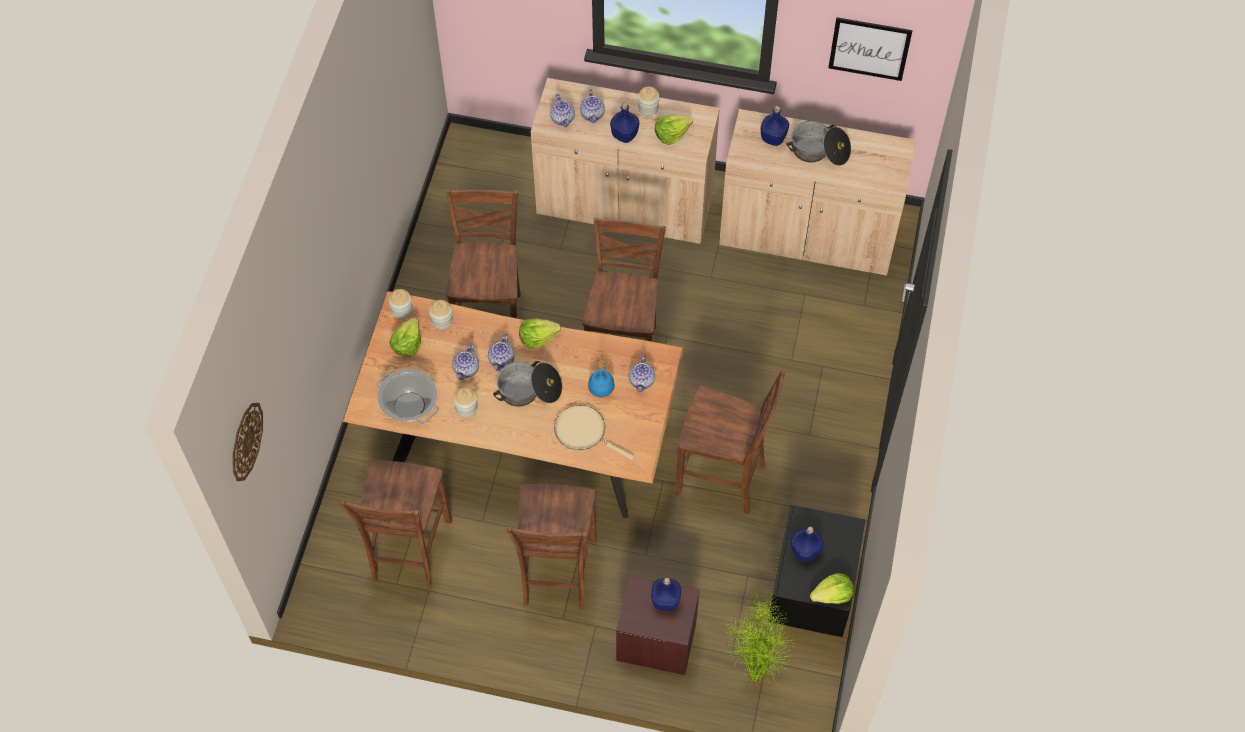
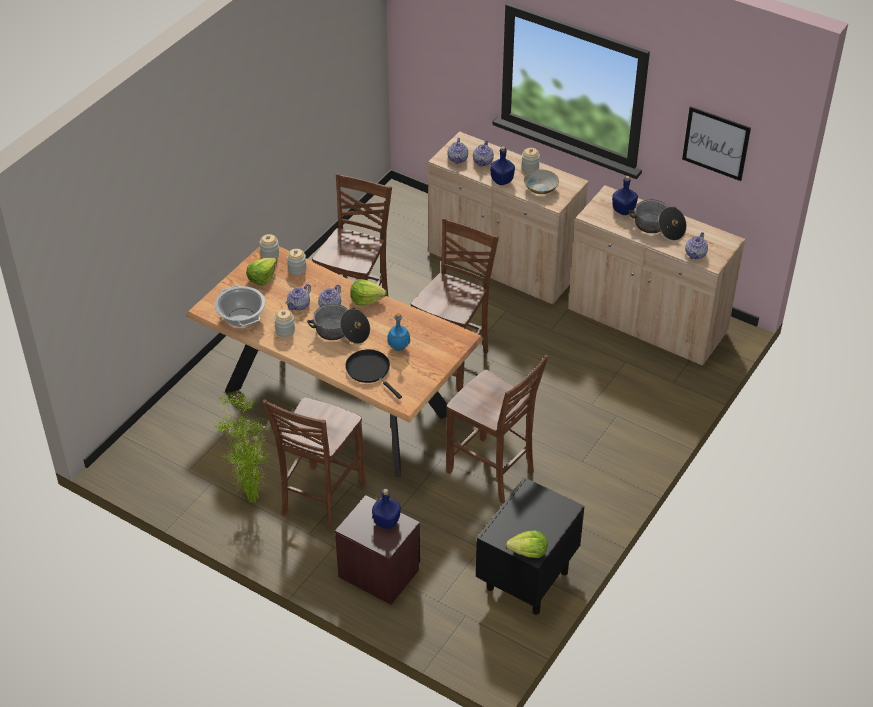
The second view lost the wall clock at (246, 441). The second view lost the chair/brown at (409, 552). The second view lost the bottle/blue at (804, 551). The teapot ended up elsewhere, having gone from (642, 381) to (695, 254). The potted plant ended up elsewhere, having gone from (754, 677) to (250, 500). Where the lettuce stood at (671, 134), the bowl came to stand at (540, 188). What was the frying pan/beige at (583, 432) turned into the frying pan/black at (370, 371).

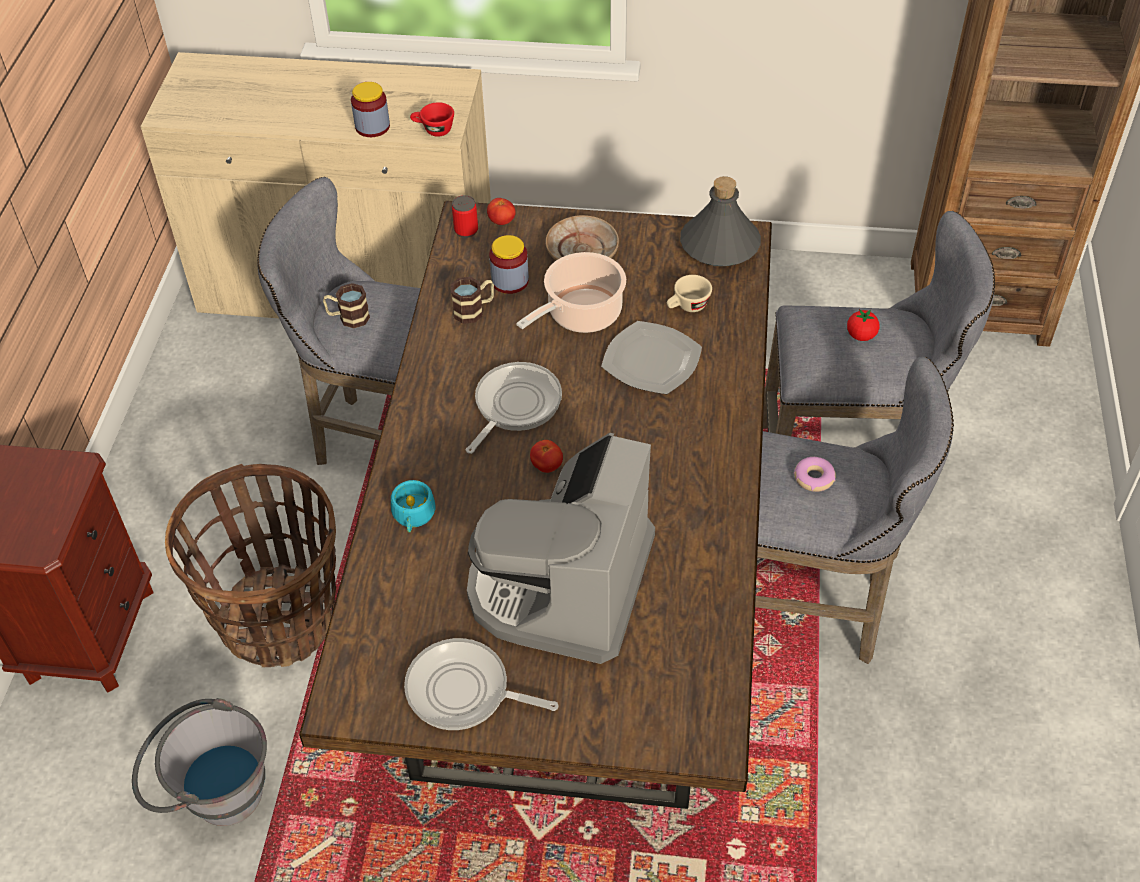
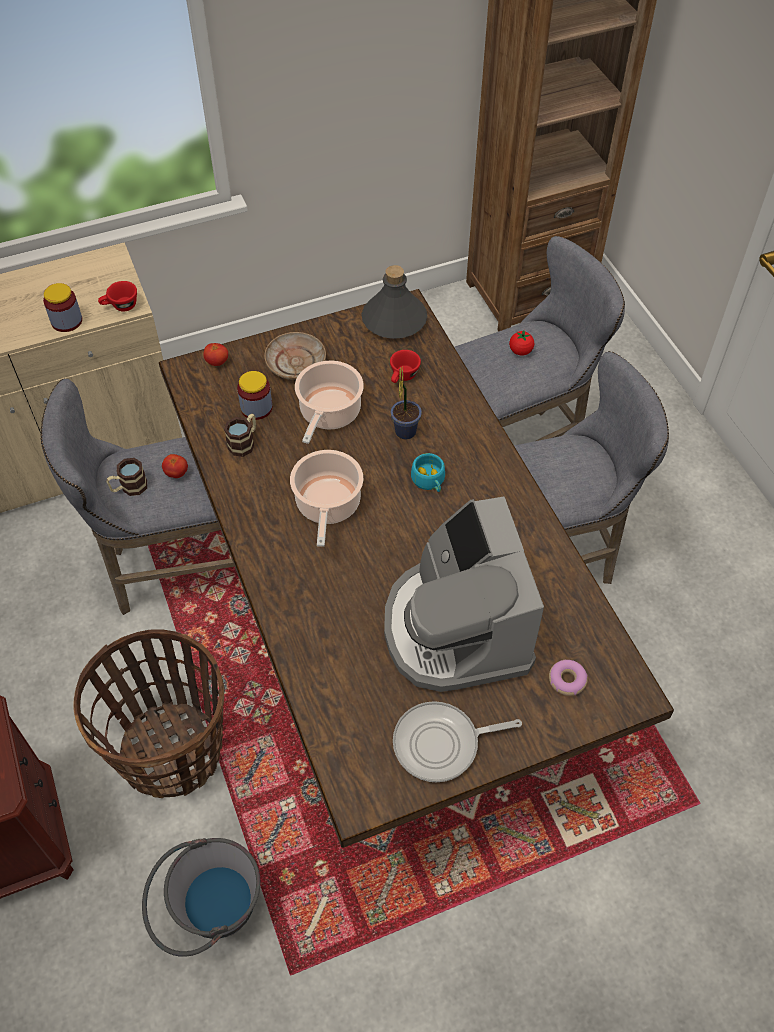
The second view lost the can at (466, 230). The cup/turquoise ended up elsewhere, having gone from (413, 517) to (429, 481). The tomato ended up elsewhere, having gone from (547, 466) to (176, 473). The donut ended up elsewhere, having gone from (813, 478) to (567, 680). Where the frying pan stood at (514, 405), the cooking pot came to stand at (328, 506). Where the plate stood at (652, 361), the potted plant came to stand at (405, 429). What was the cup/beige at (687, 307) turned into the cup/red at (403, 377).

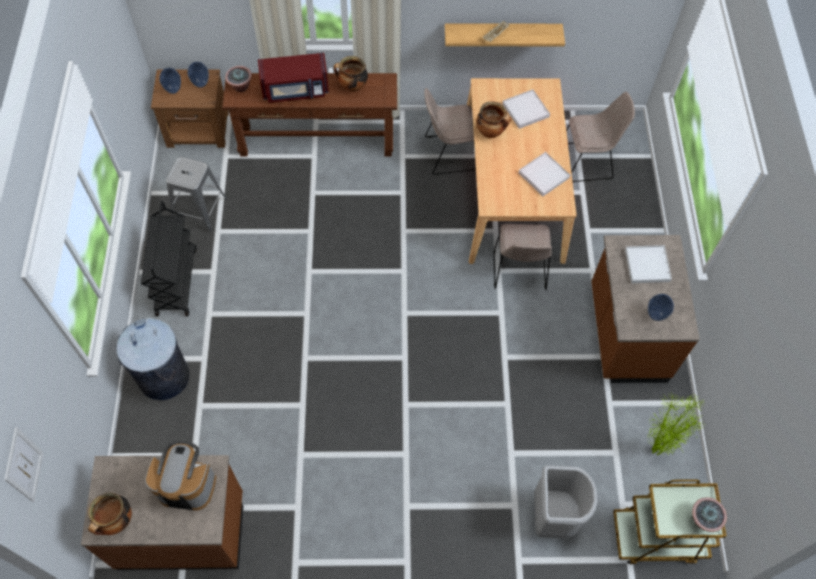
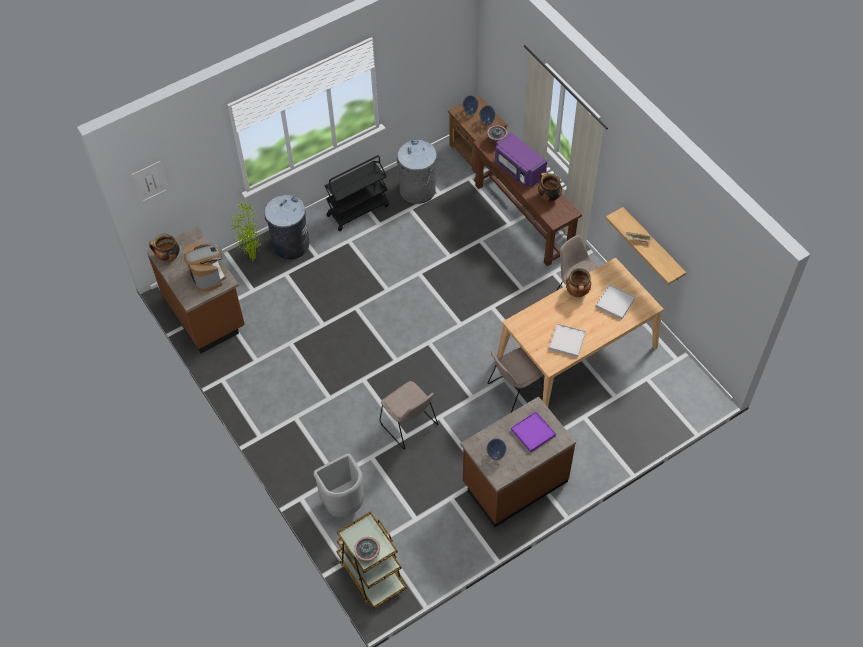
The chair/beige ended up elsewhere, having gone from (587, 161) to (410, 425). The potted plant ended up elsewhere, having gone from (656, 449) to (253, 258). Where the stool/grey stood at (199, 210), the trash can/grey came to stand at (417, 190). What was the microwave/red at (295, 90) turned into the microwave/purple at (518, 170). What was the tray/white at (647, 265) turned into the tray/purple at (533, 433).

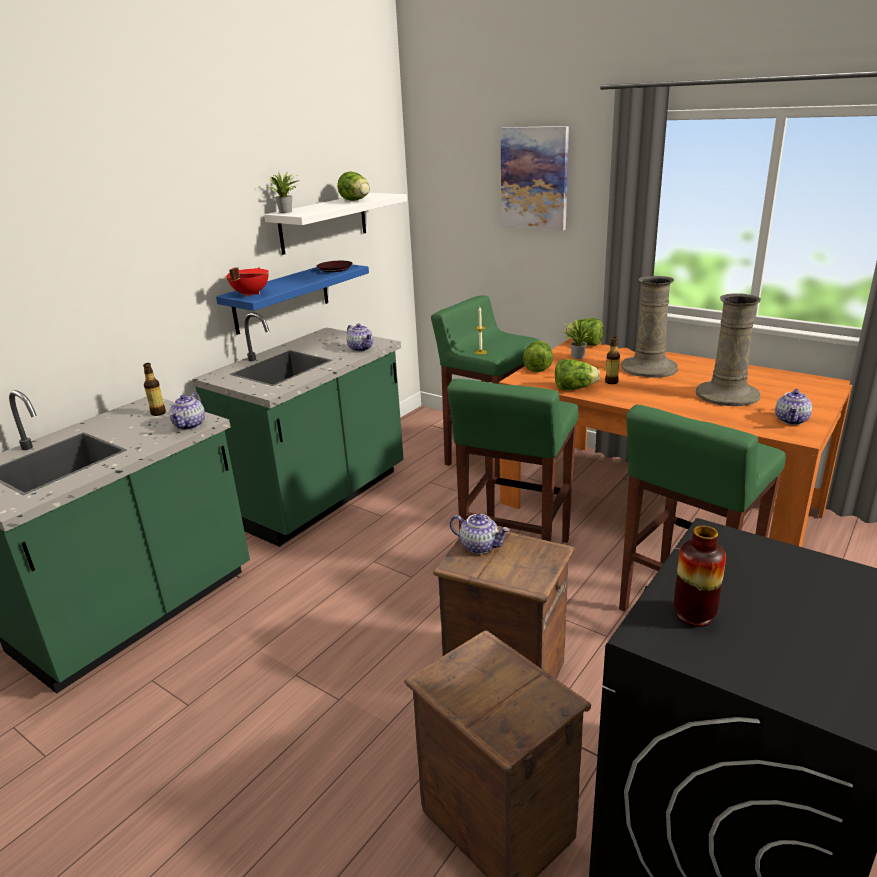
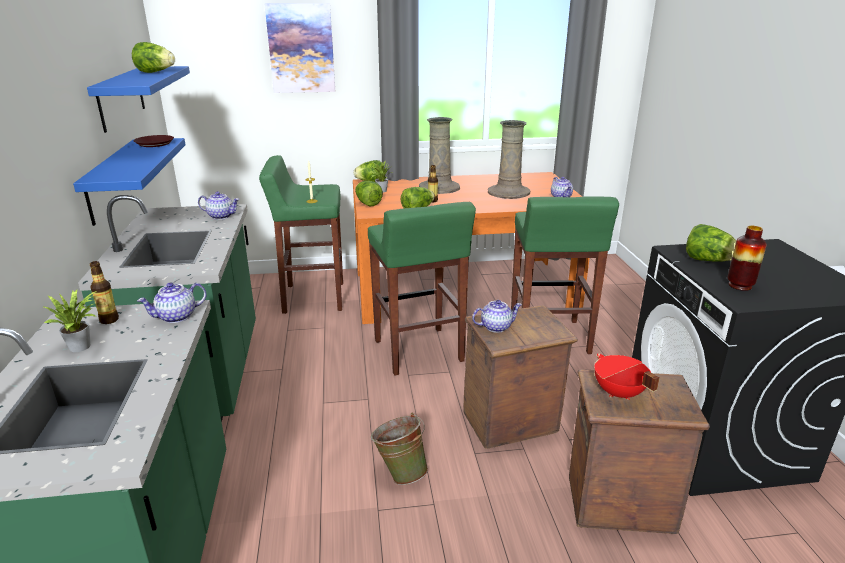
The second view gained the bucket/green at (400, 472). The second view gained the lettuce at (708, 261). The cooking pot/red ended up elsewhere, having gone from (249, 294) to (618, 393). The potted plant ended up elsewhere, having gone from (287, 212) to (83, 346). What was the shelf/white at (323, 223) turned into the shelf/blue at (121, 97). The teapot at (190, 425) ended up facing another way, 90 degrees clockwise from before.

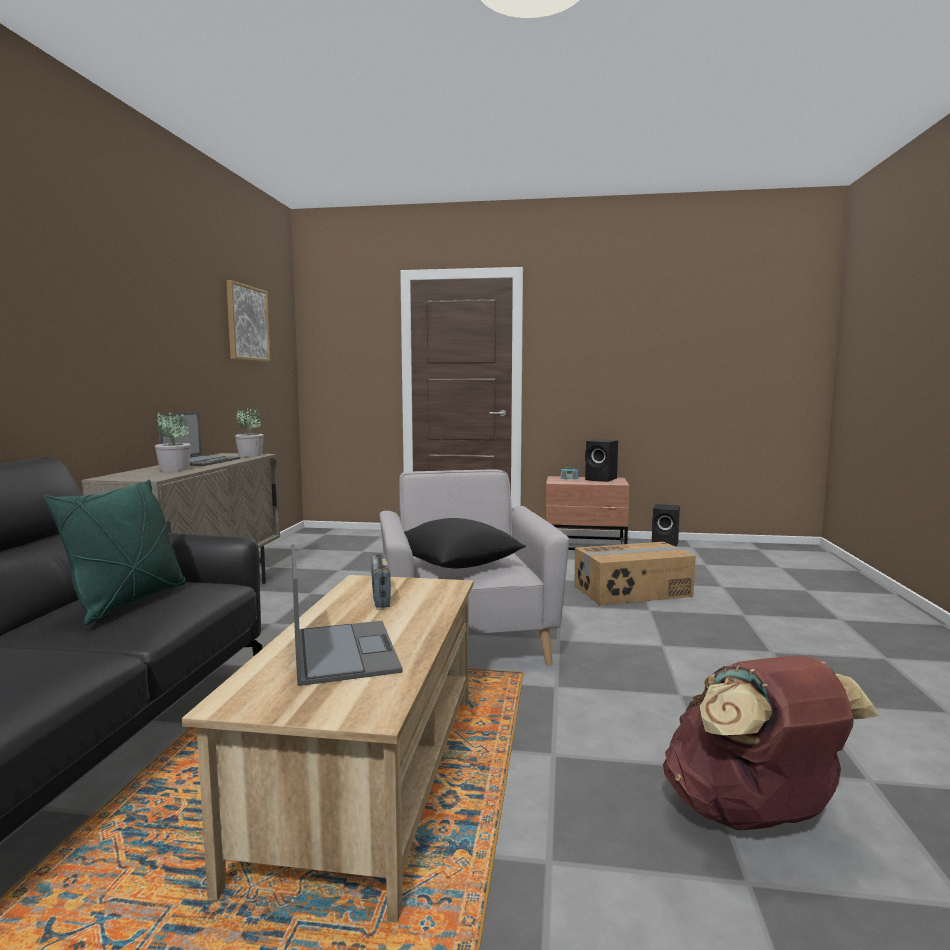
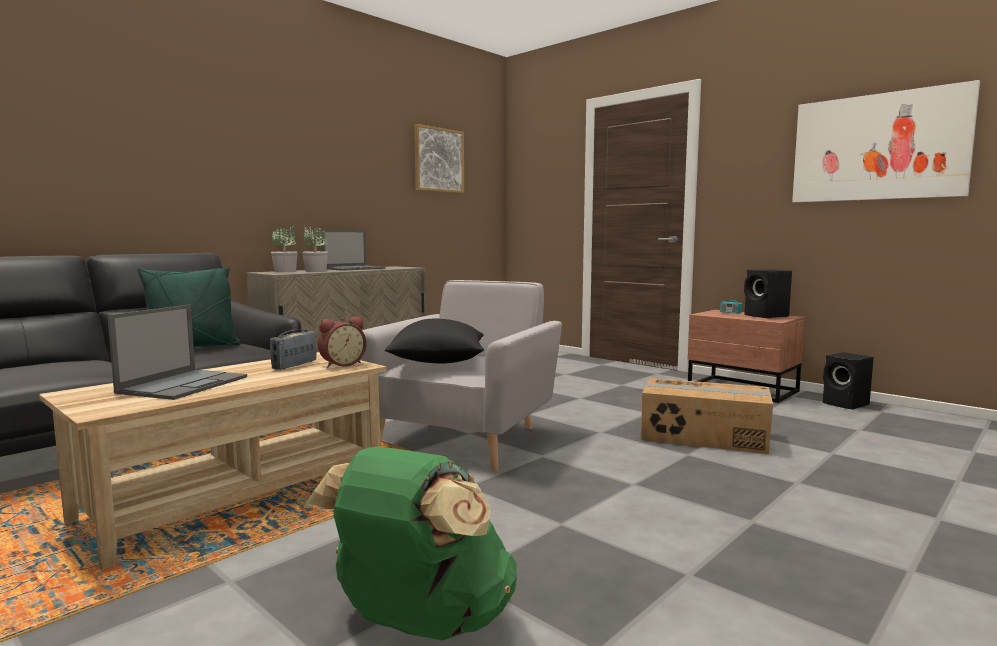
The second view gained the alarm clock at (341, 364). The second view gained the picture at (878, 147). The potted plant ended up elsewhere, having gone from (250, 455) to (285, 271). What was the backpack/brown at (753, 816) turned into the backpack/green at (420, 623).

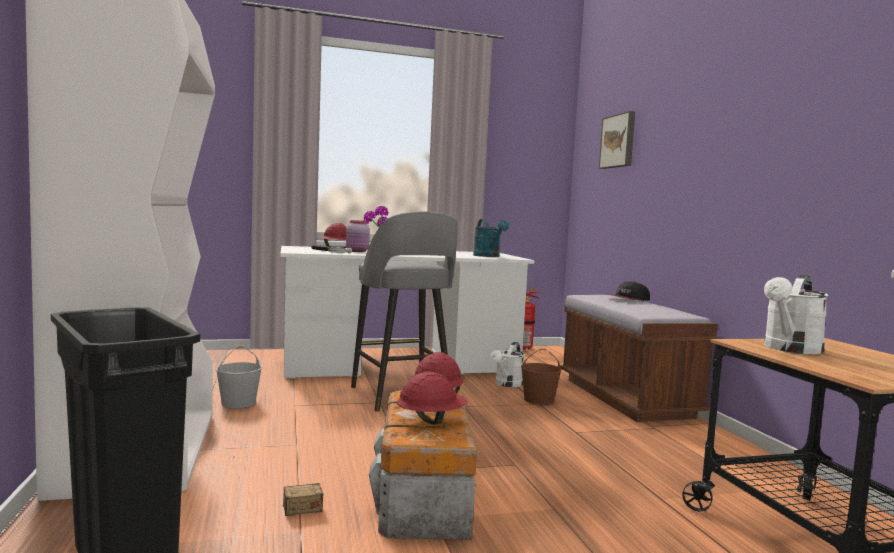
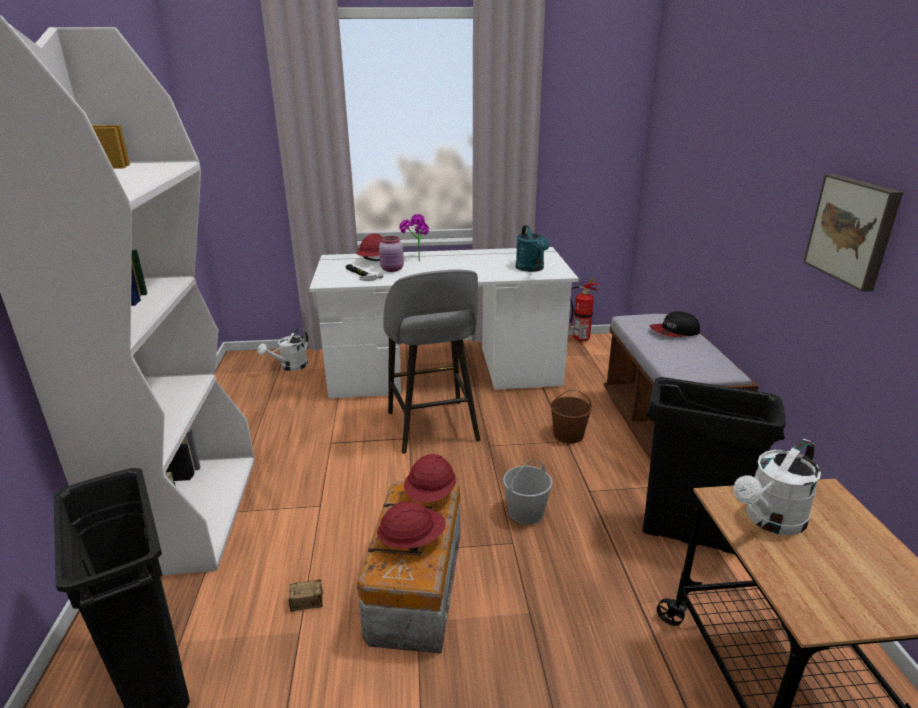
The second view gained the trash can/black at (689, 533). The bucket/white ended up elsewhere, having gone from (239, 402) to (526, 512). The watering can/white ended up elsewhere, having gone from (507, 384) to (290, 367). The picture ended up elsewhere, having gone from (619, 141) to (853, 230).

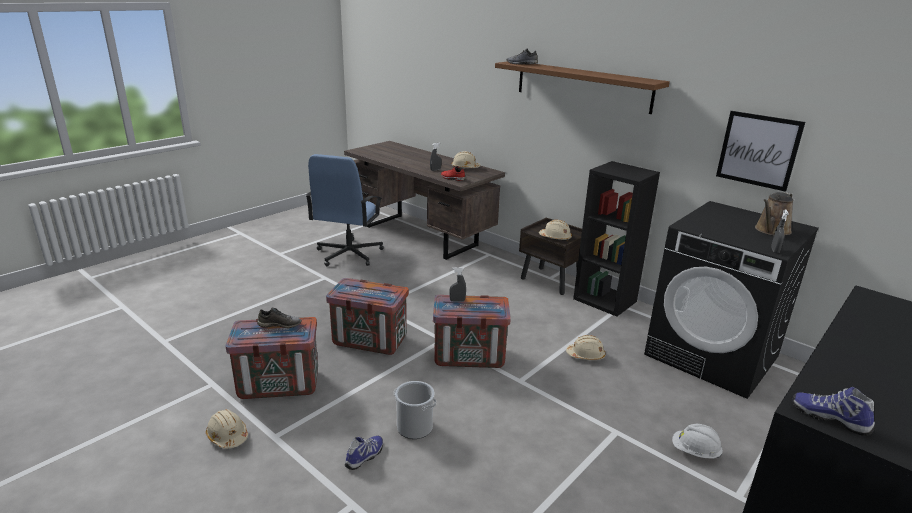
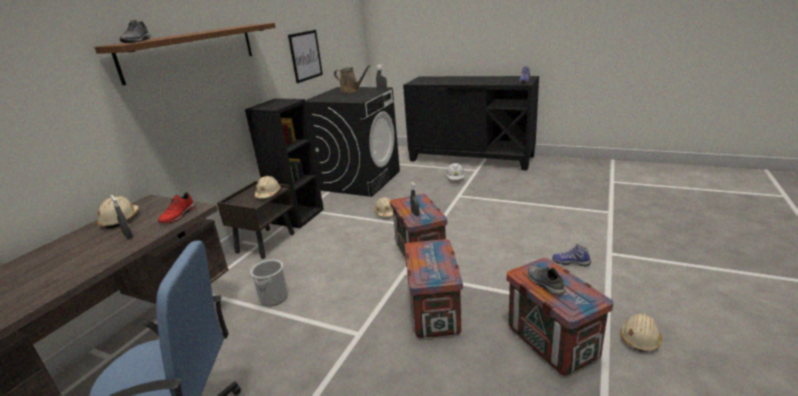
The bucket ended up elsewhere, having gone from (414, 427) to (274, 297).

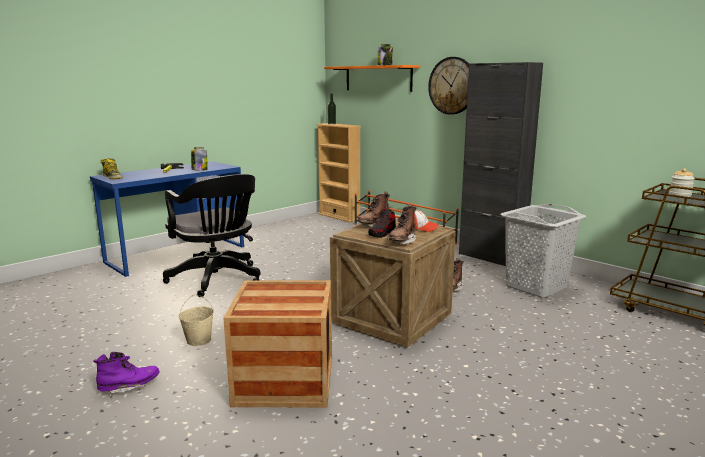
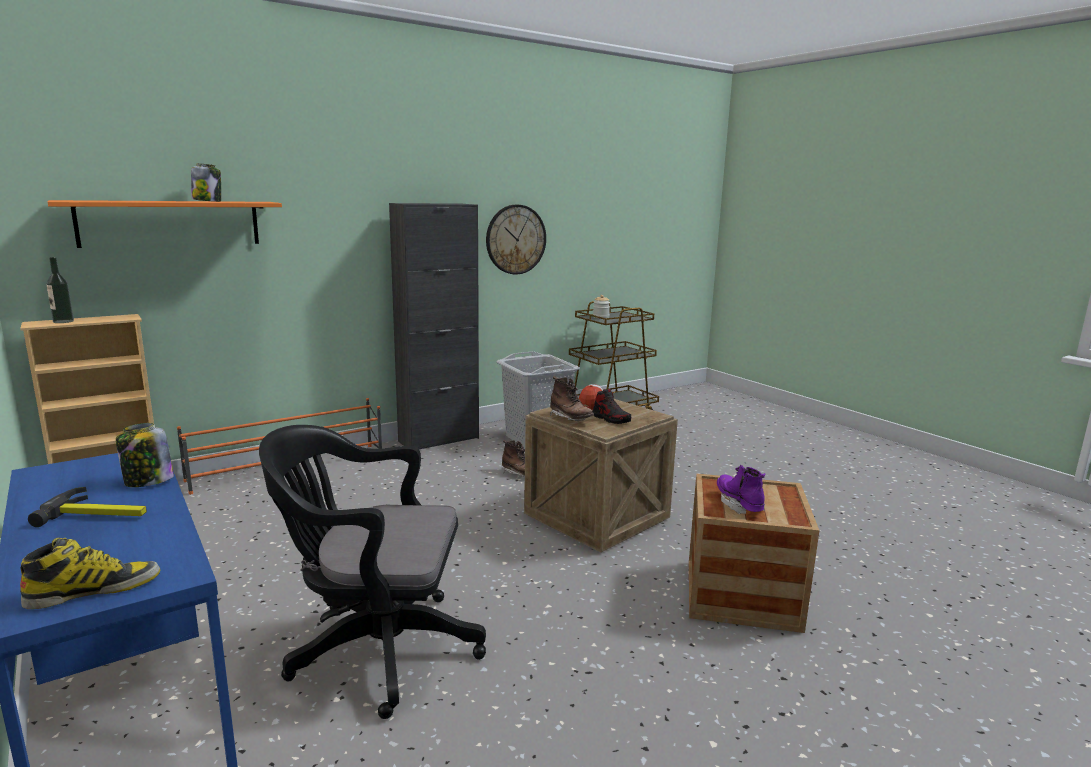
The second view lost the bucket/beige at (199, 340). The second view lost the boot/brown at (402, 241). The boot/purple ended up elsewhere, having gone from (129, 387) to (738, 504). The wall clock ended up elsewhere, having gone from (452, 86) to (515, 239). The office chair/black at (217, 280) ended up facing another way, 150 degrees counterclockwise from before.

